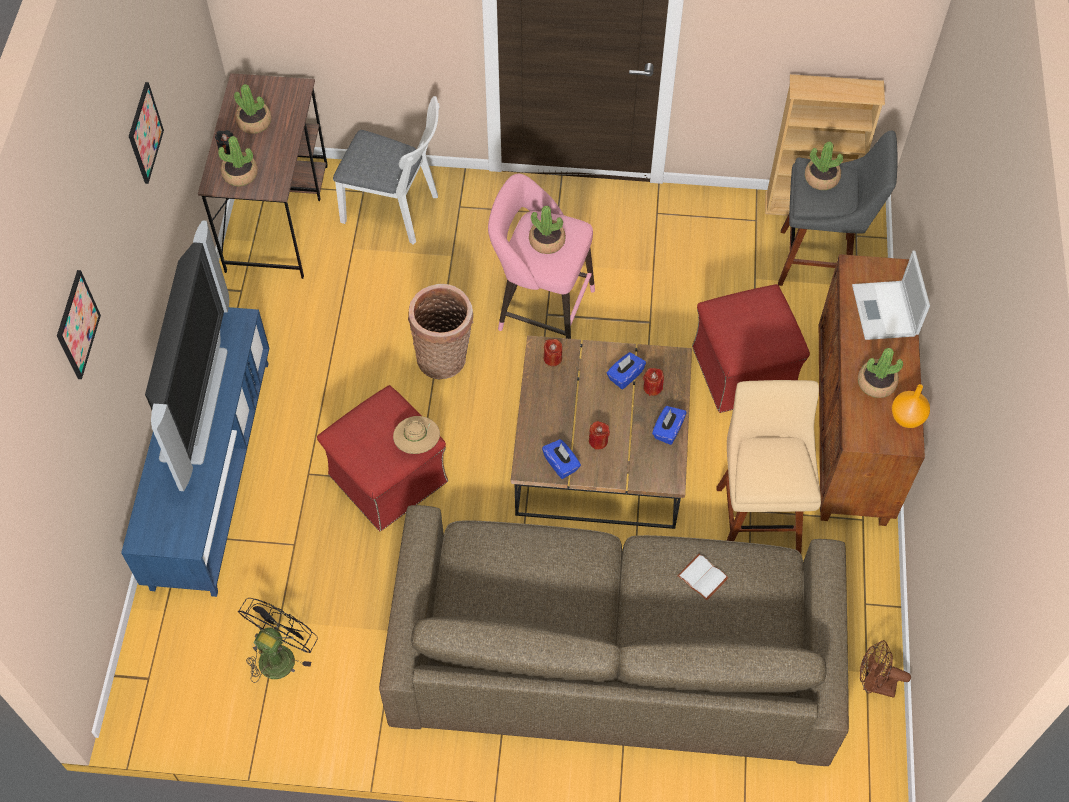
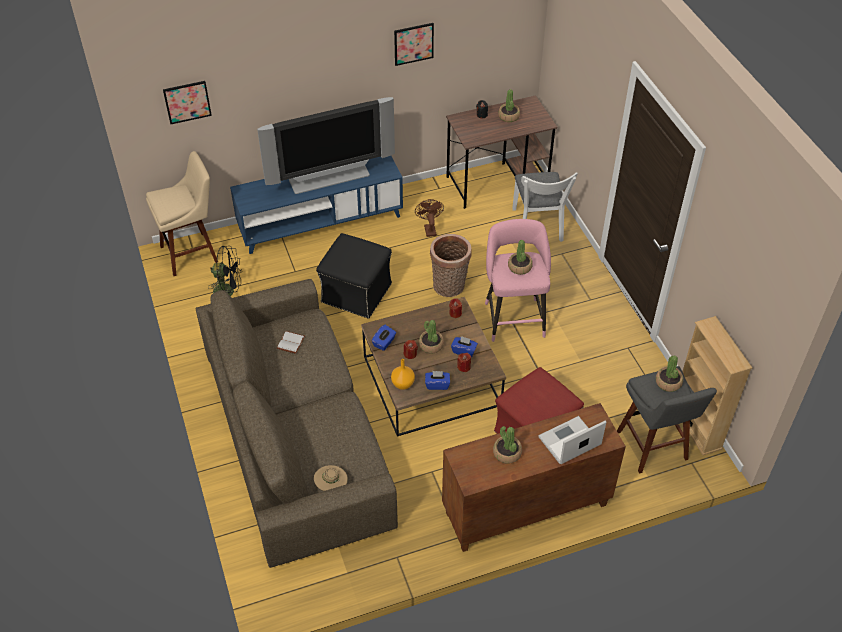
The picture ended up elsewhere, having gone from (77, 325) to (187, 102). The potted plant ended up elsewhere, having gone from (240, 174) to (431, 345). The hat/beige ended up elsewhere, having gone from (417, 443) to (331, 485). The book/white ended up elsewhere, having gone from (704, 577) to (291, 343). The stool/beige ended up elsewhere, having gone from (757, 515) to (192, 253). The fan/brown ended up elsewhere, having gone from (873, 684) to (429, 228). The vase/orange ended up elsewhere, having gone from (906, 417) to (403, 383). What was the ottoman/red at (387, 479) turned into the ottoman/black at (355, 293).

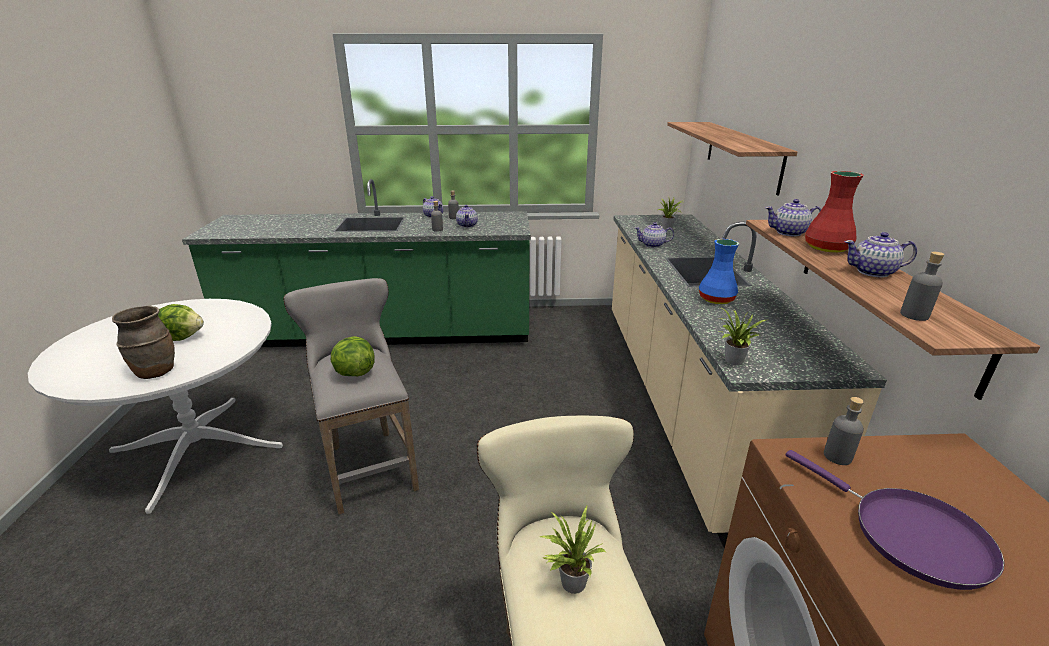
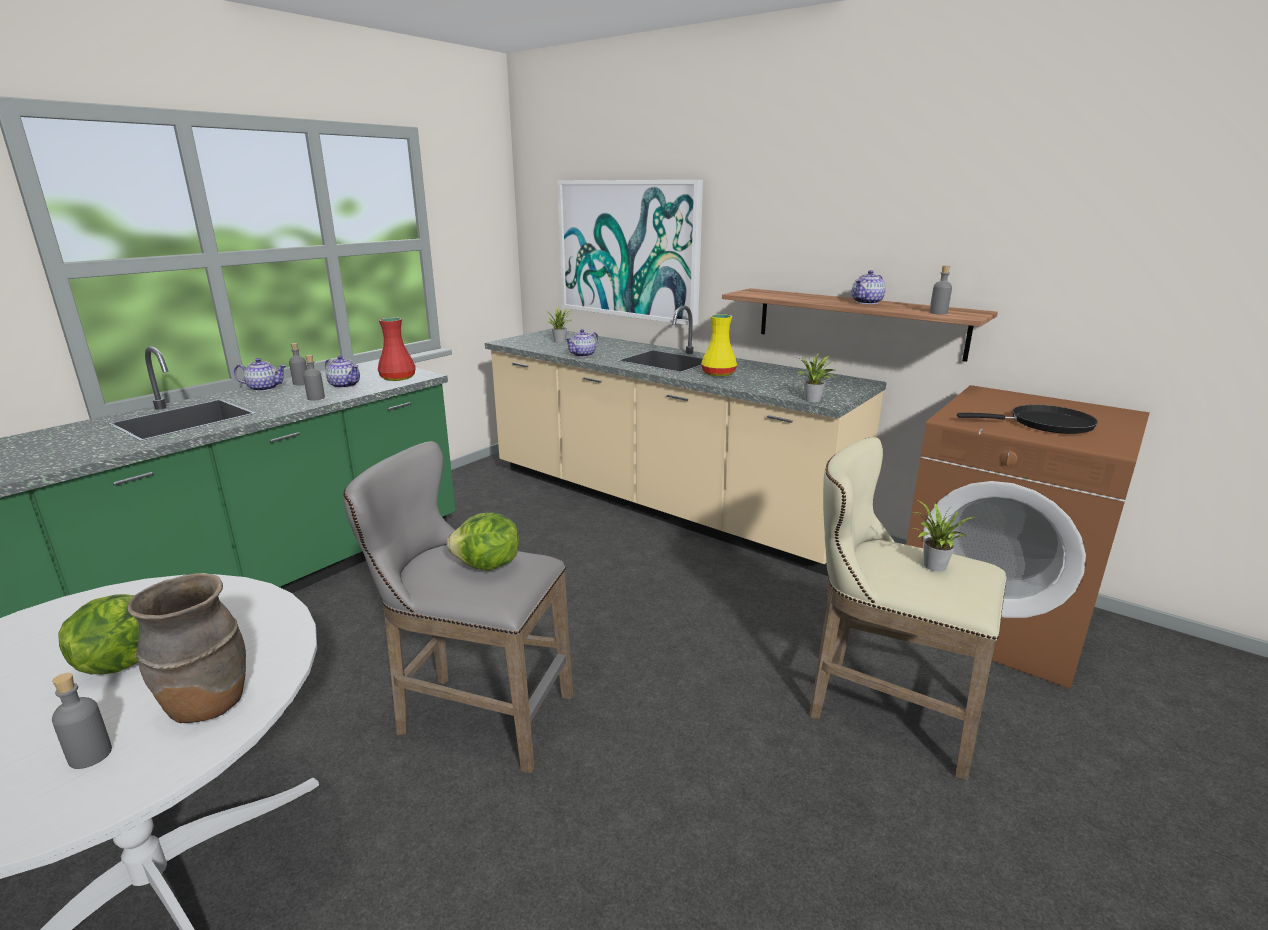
The second view lost the teapot at (789, 233). The vase/red ended up elsewhere, having gone from (826, 248) to (397, 378). The bottle/grey ended up elsewhere, having gone from (837, 456) to (90, 755). Where the shelf hung at (742, 154), the picture came to hang at (628, 249). What was the vase/blue at (717, 300) turned into the vase/yellow at (719, 374). What was the frying pan/purple at (910, 535) turned into the frying pan/black at (1045, 424).

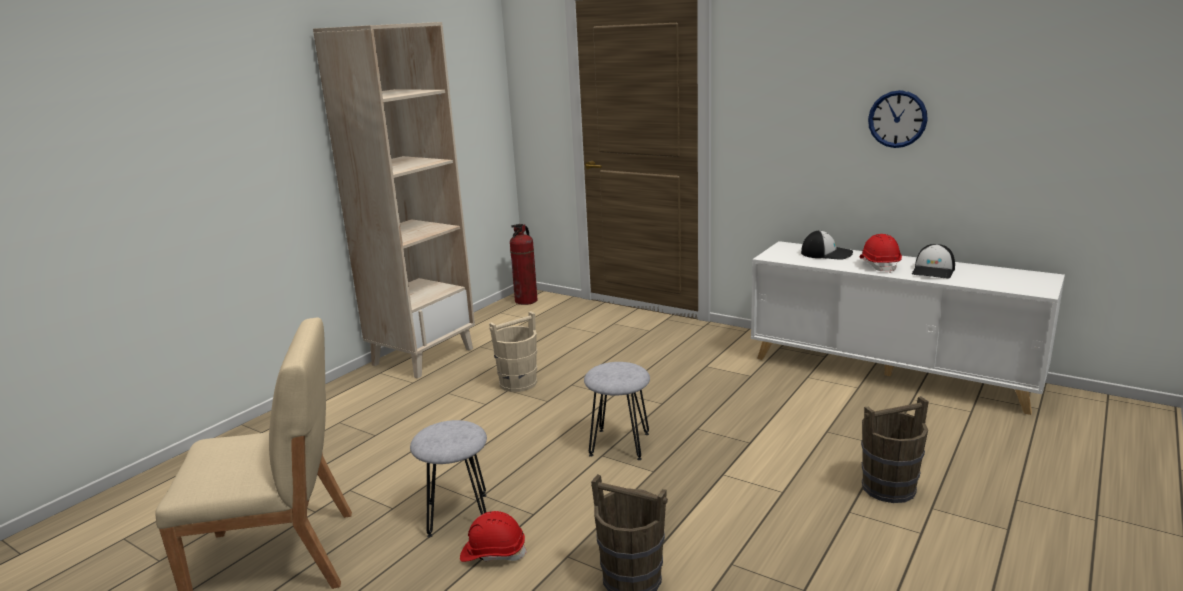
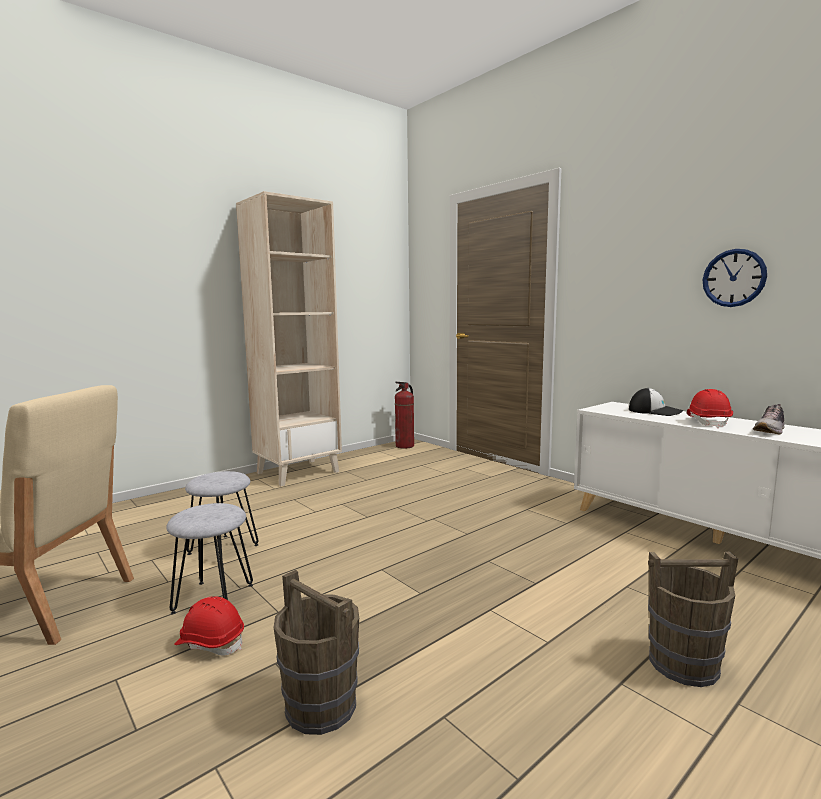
The second view lost the bucket/beige at (518, 383). The stool/grey ended up elsewhere, having gone from (619, 444) to (224, 549). Where the cap stood at (933, 271), the shoe came to stand at (770, 430).

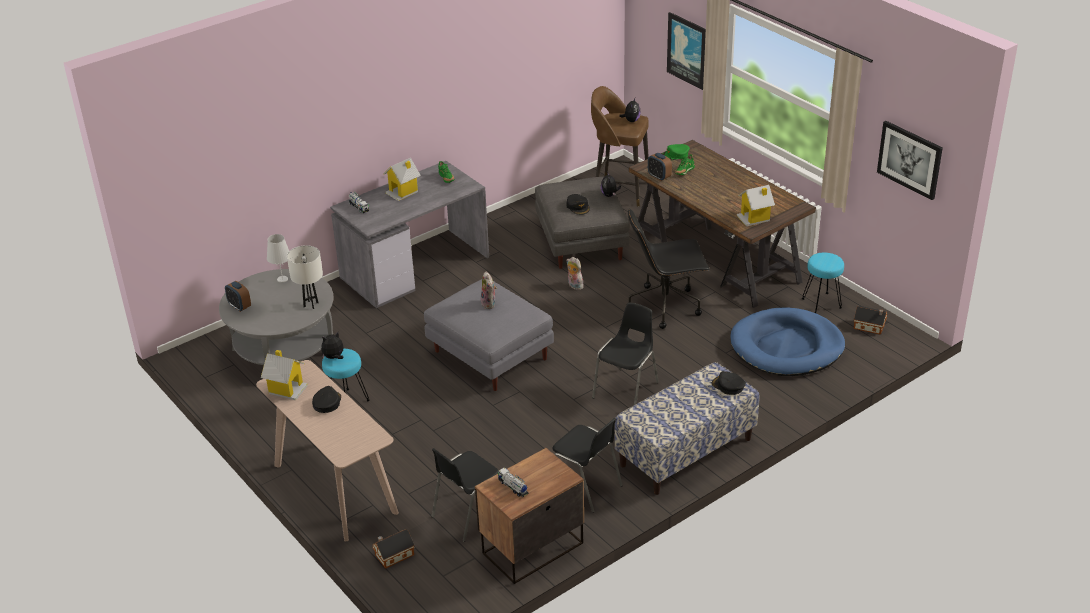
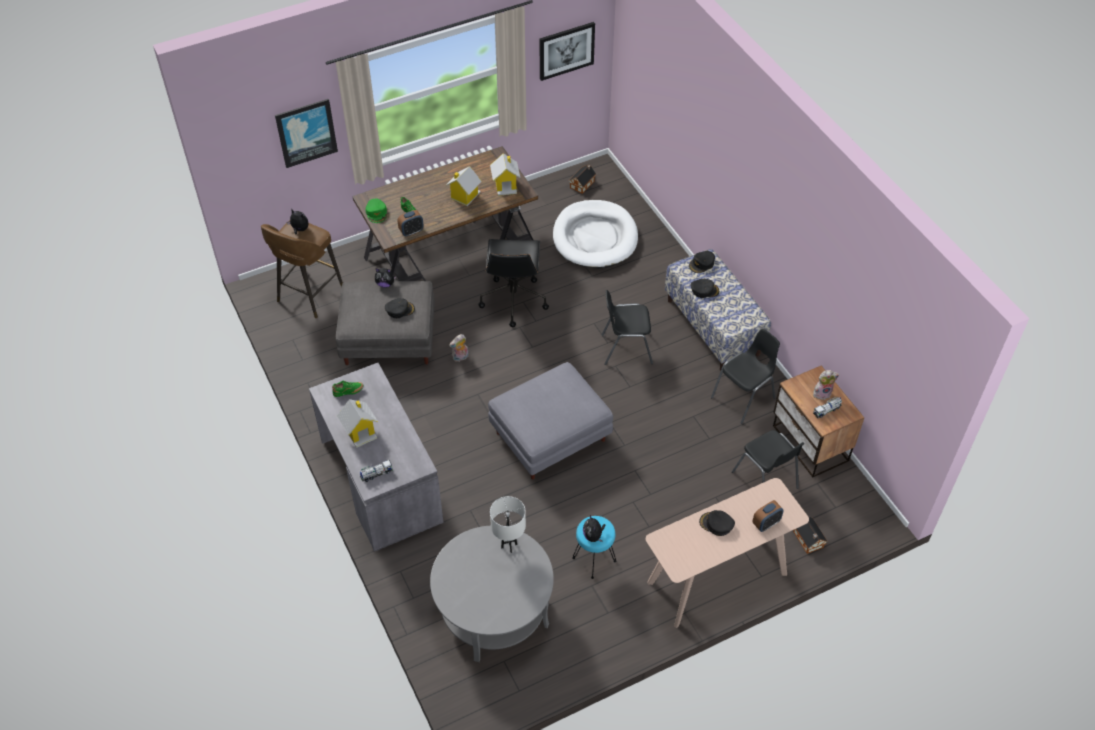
The second view lost the table lamp/white at (282, 279). The second view lost the stool/turquoise at (821, 304). The second view gained the cap/black at (704, 290). The alarm clock ended up elsewhere, having gone from (239, 306) to (766, 524). The toy house ended up elsewhere, having gone from (286, 388) to (464, 196). The plush toy ended up elsewhere, having gone from (489, 304) to (822, 393). What was the dog bed/blue at (786, 347) turned into the dog bed/white at (595, 237). The chair/black at (627, 390) ended up facing another way, 45 degrees counterclockwise from before.

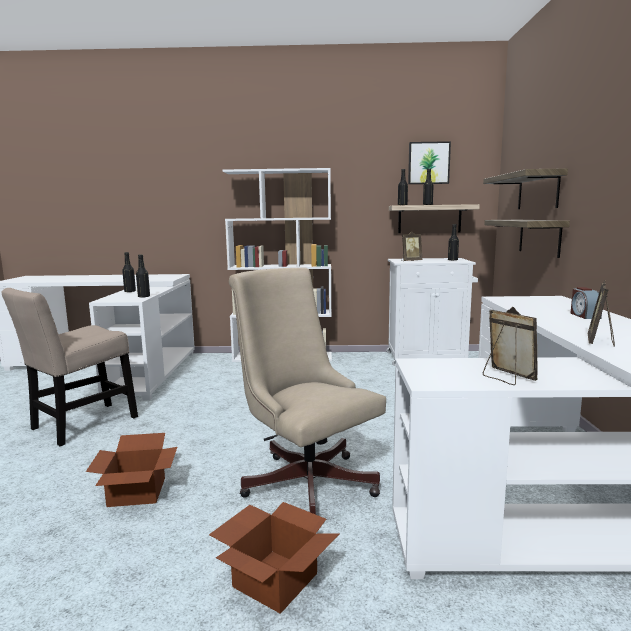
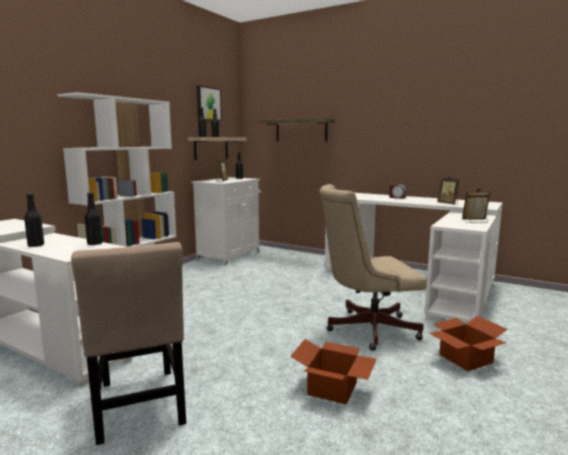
The second view lost the shelf at (539, 237).

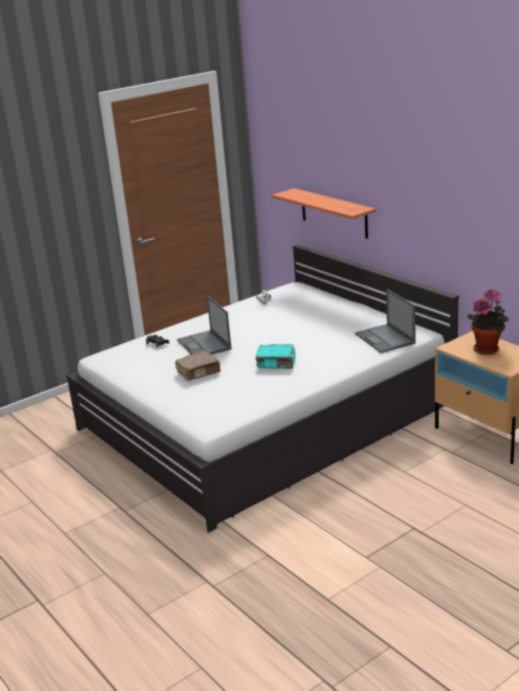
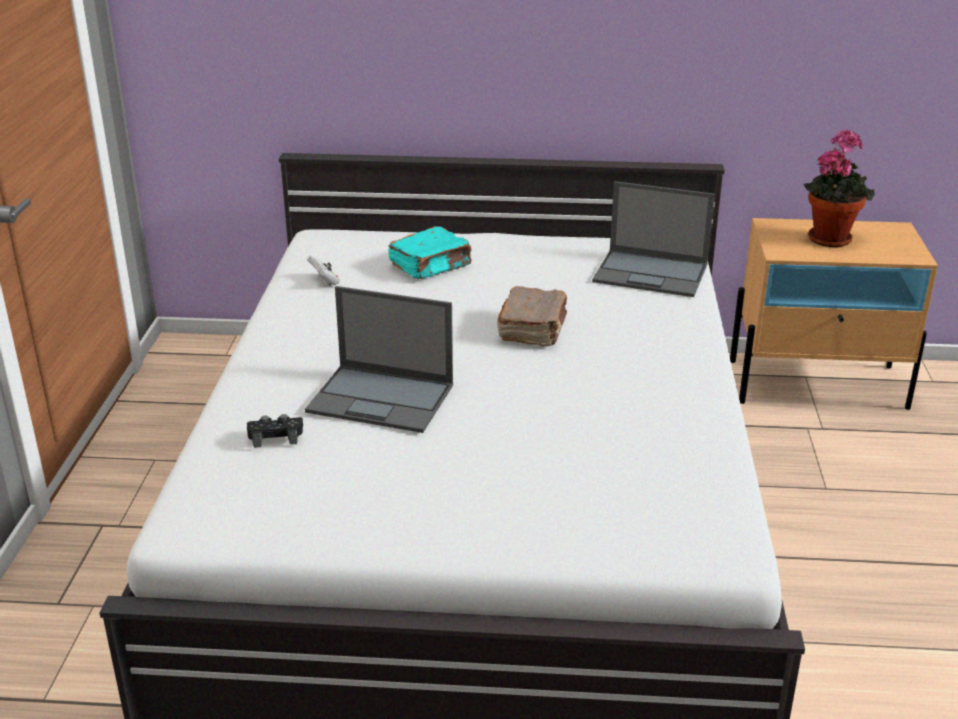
The second view lost the shelf at (334, 213). The book/brown ended up elsewhere, having gone from (199, 373) to (533, 329). The book/turquoise ended up elsewhere, having gone from (276, 363) to (431, 266).

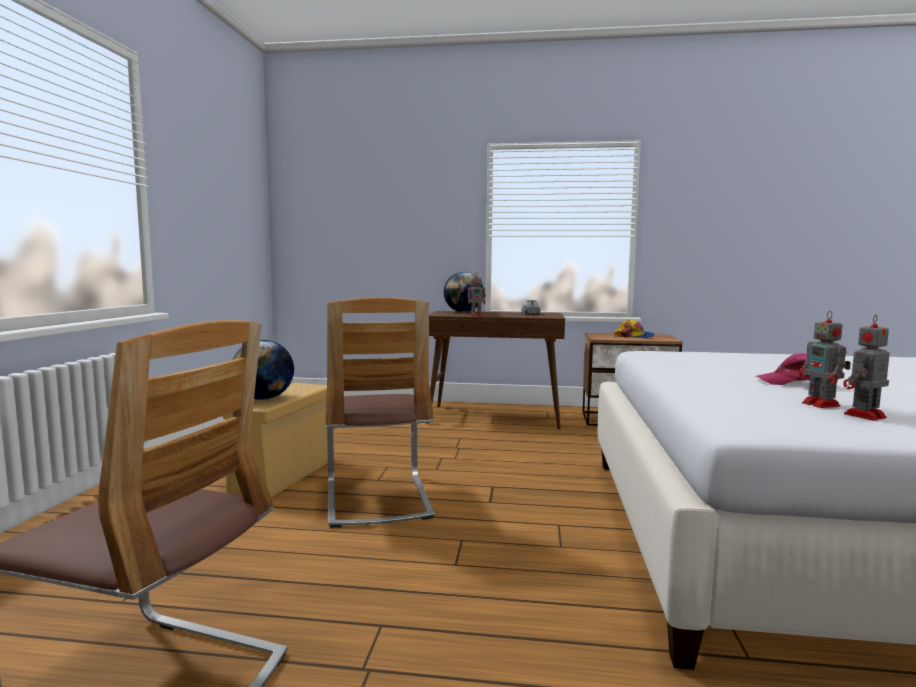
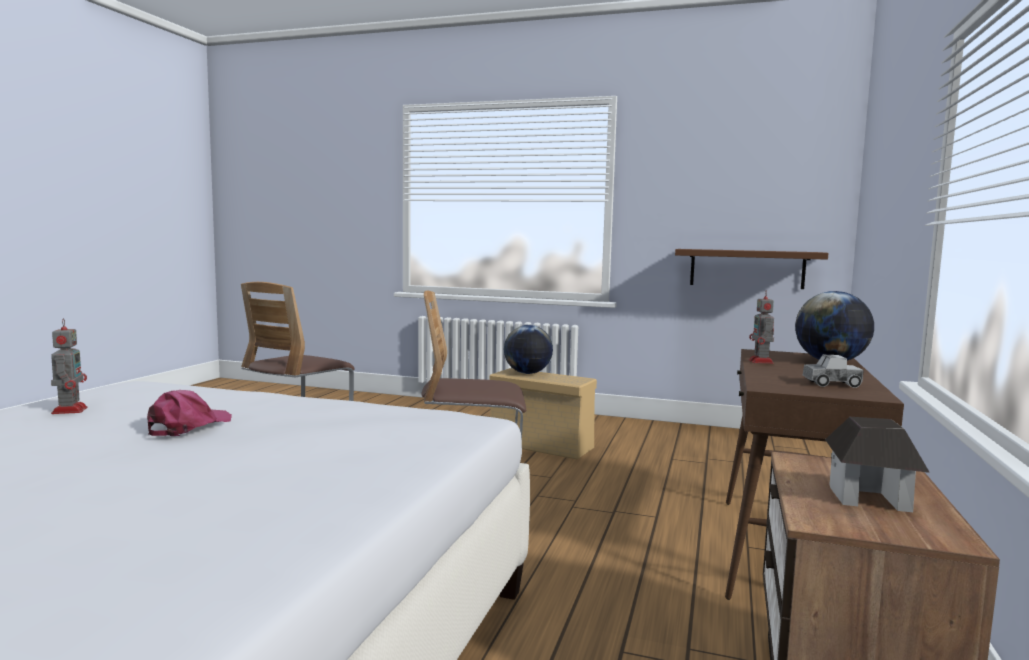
The second view lost the toy robot at (822, 405). The second view gained the shelf/brown at (746, 268). Where the cap stood at (634, 336), the toy house came to stand at (869, 498).

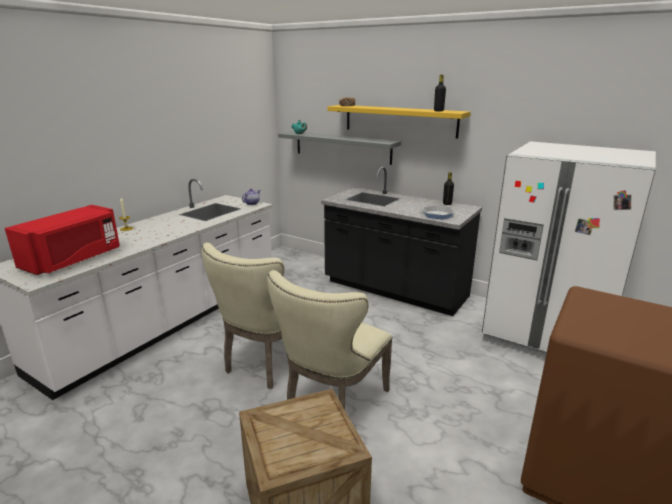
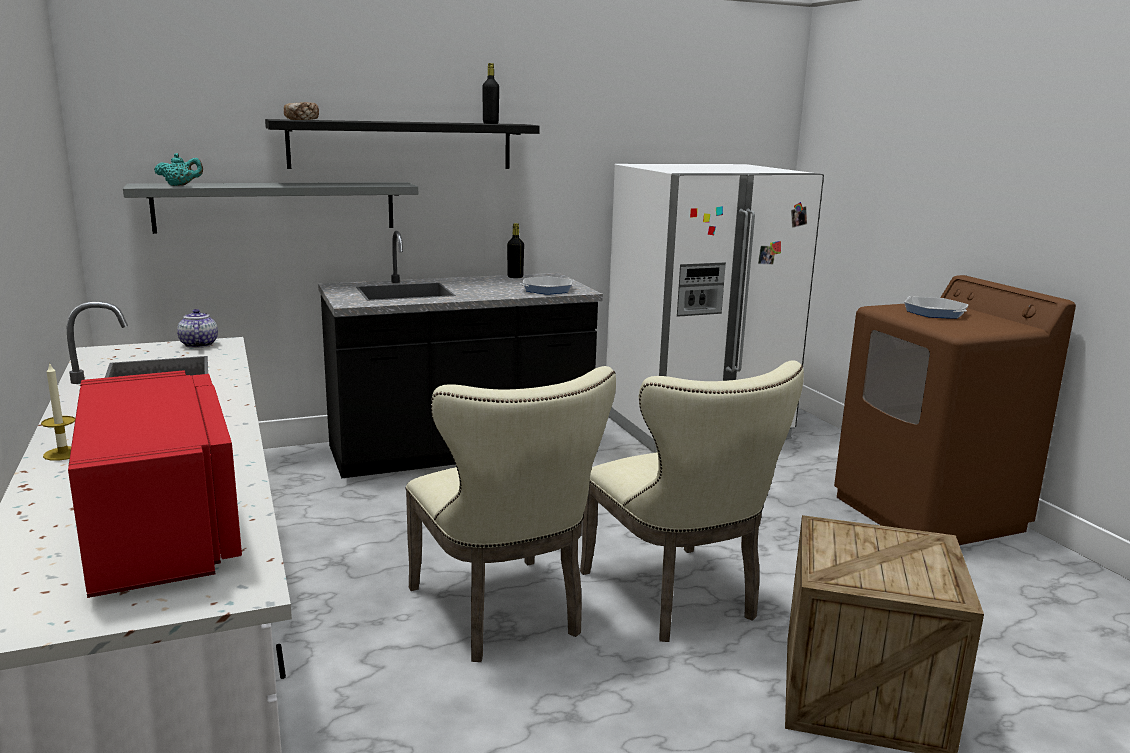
The second view gained the frying pan at (934, 312). What was the shelf/yellow at (399, 120) turned into the shelf/black at (402, 145).

